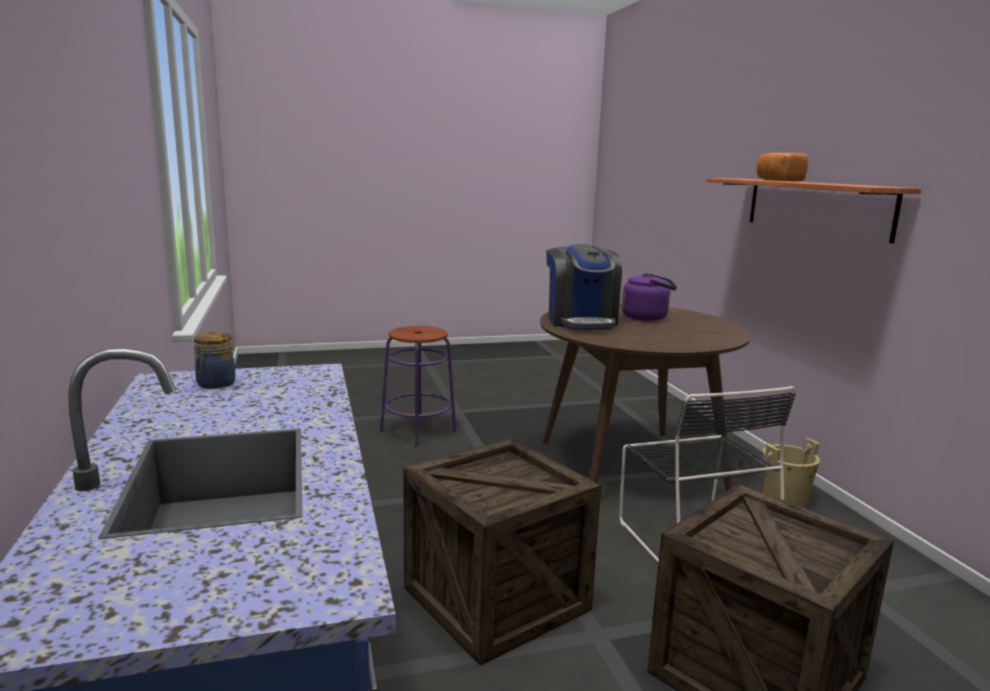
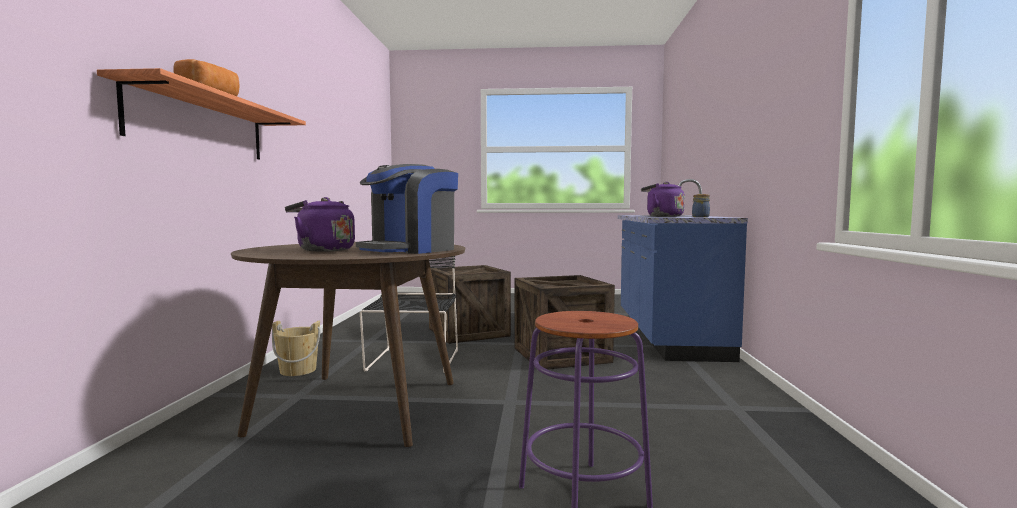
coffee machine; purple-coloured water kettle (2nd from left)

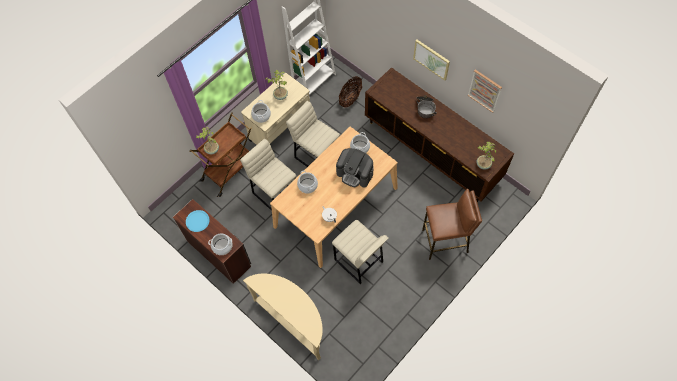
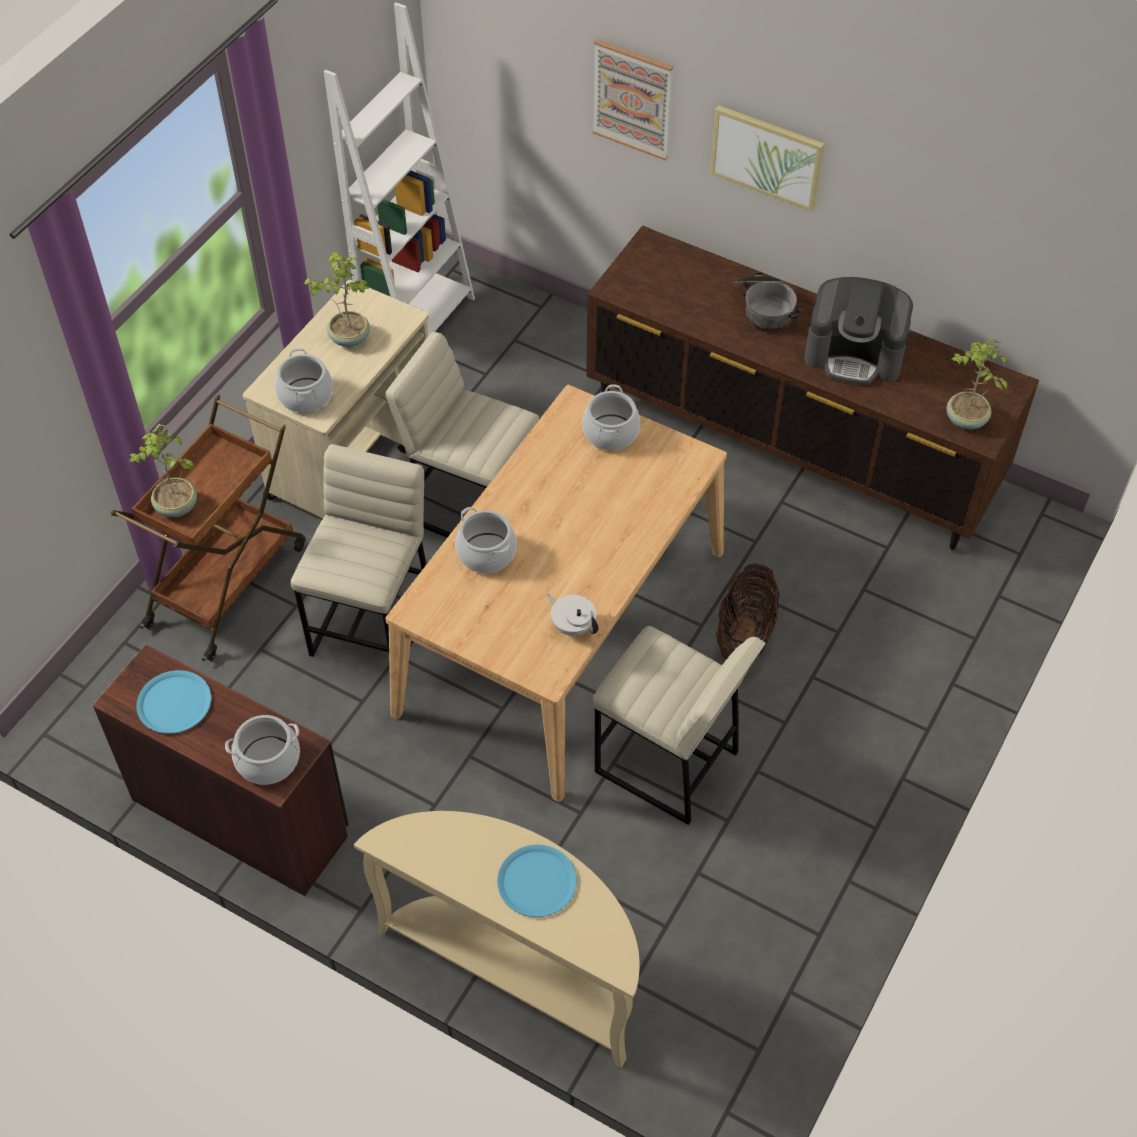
beige-coloured chair (1st from left); coffee machine; storage basket; brownish stool; wall picture (1st from left); bluish dinner plate (2nd from left)

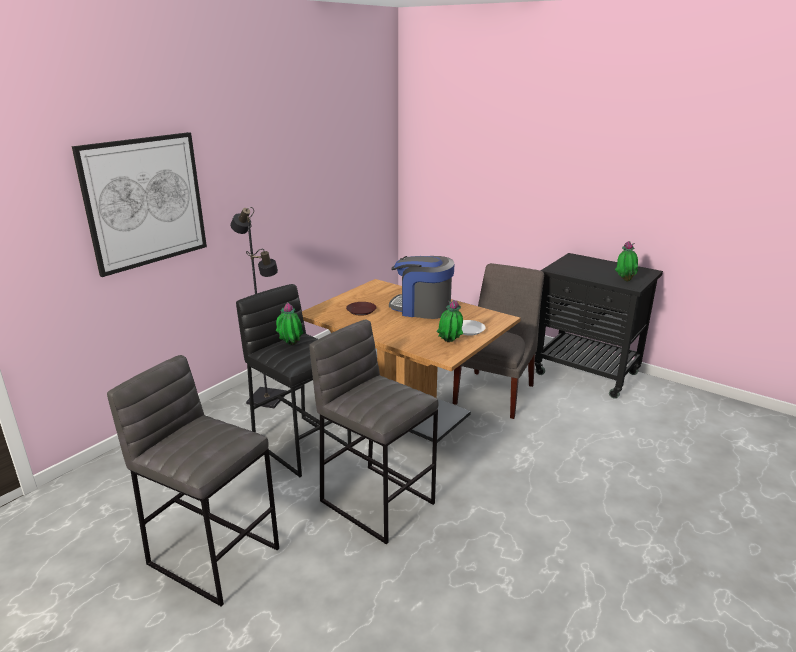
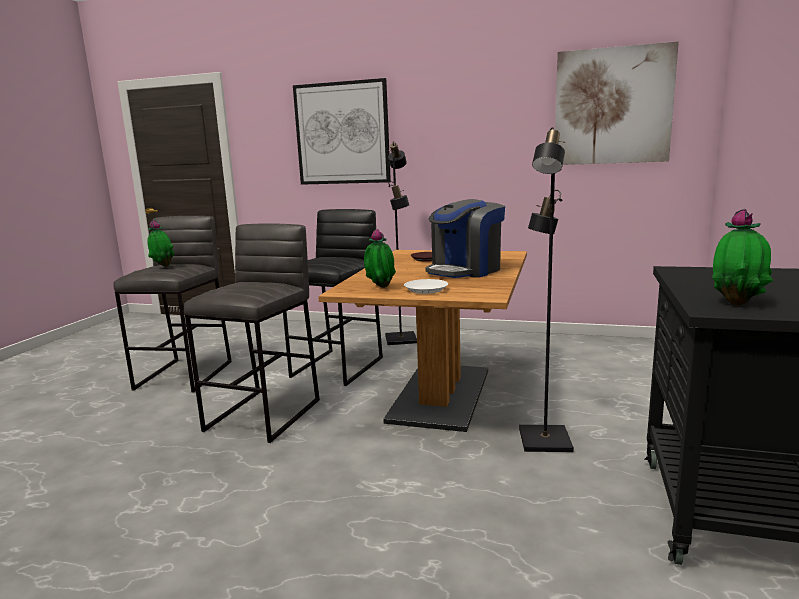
plant in a pot (1st from left); coffee machine; blackish floor lamp (2nd from left); wall picture (2nd from left)

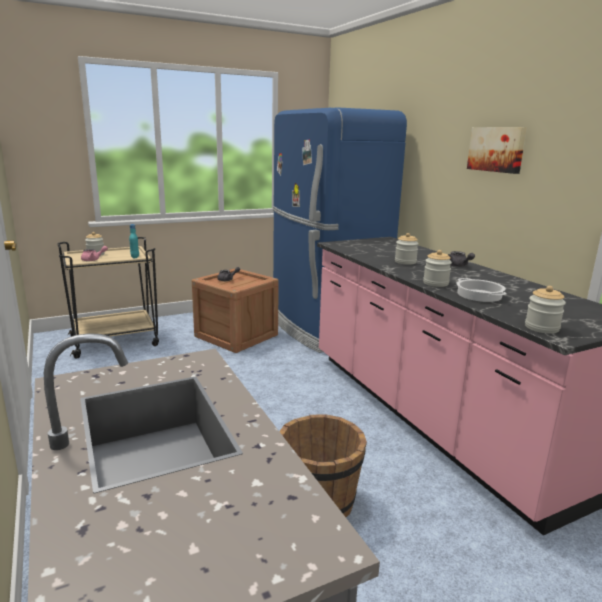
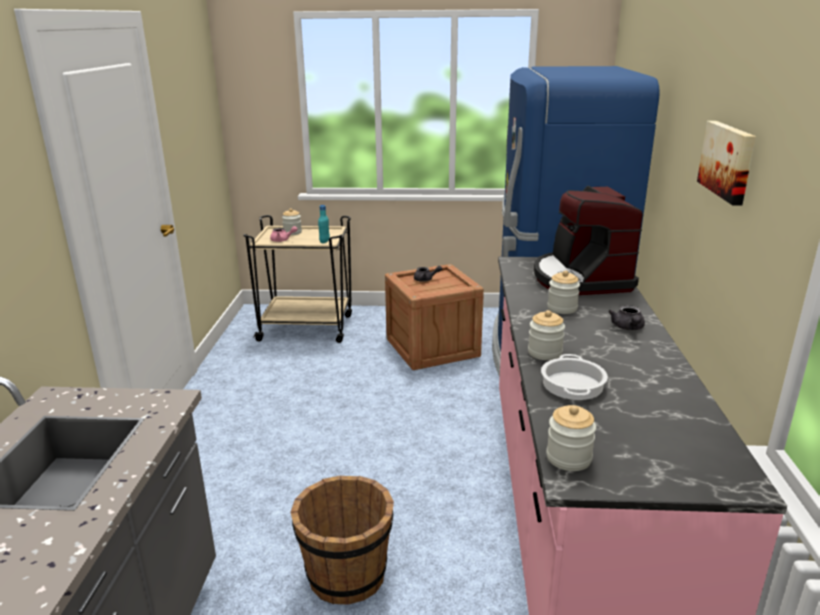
coffee machine

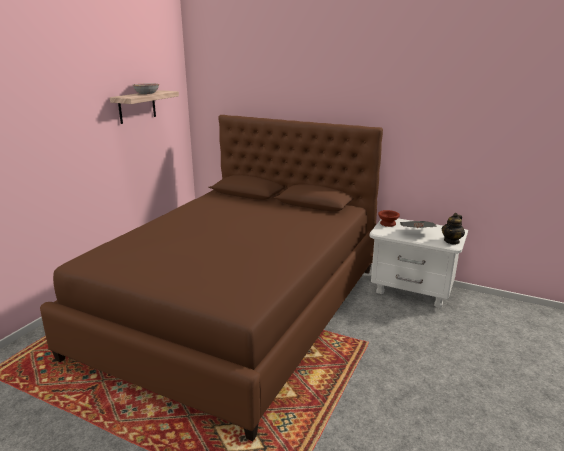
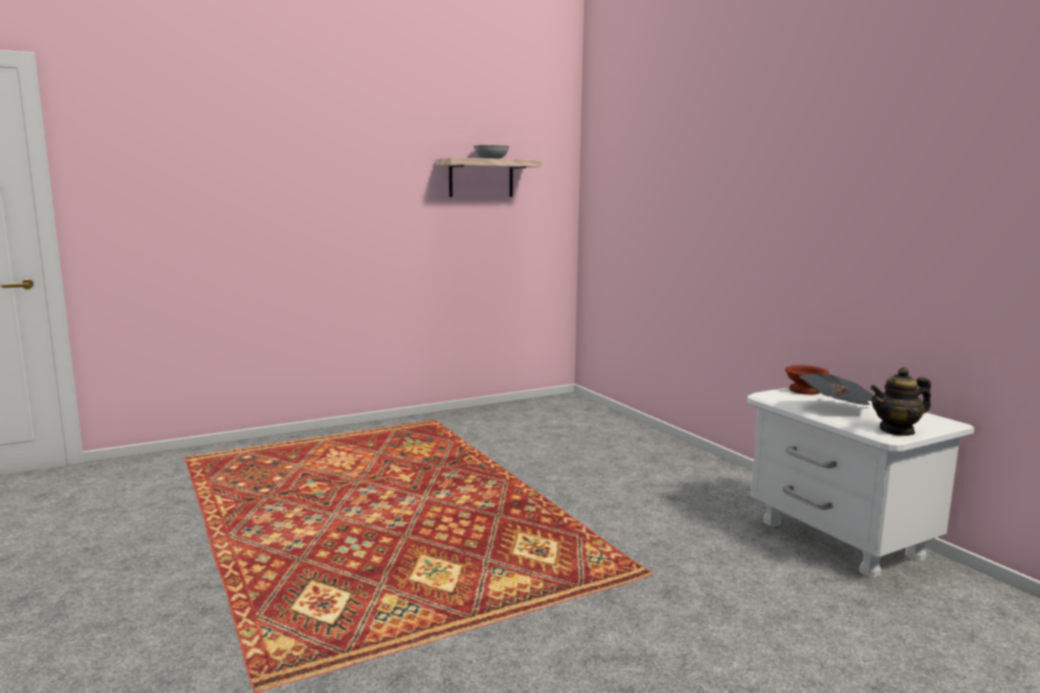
brownish bedroom bed

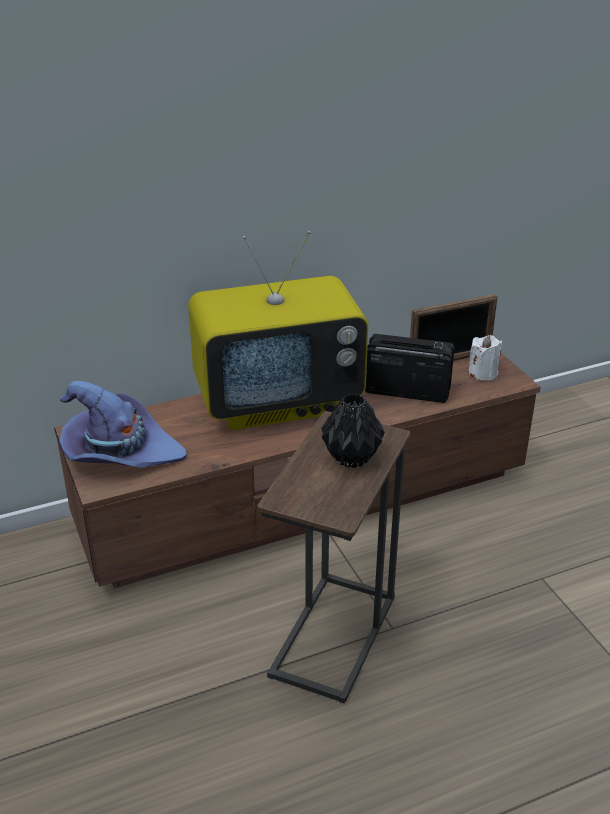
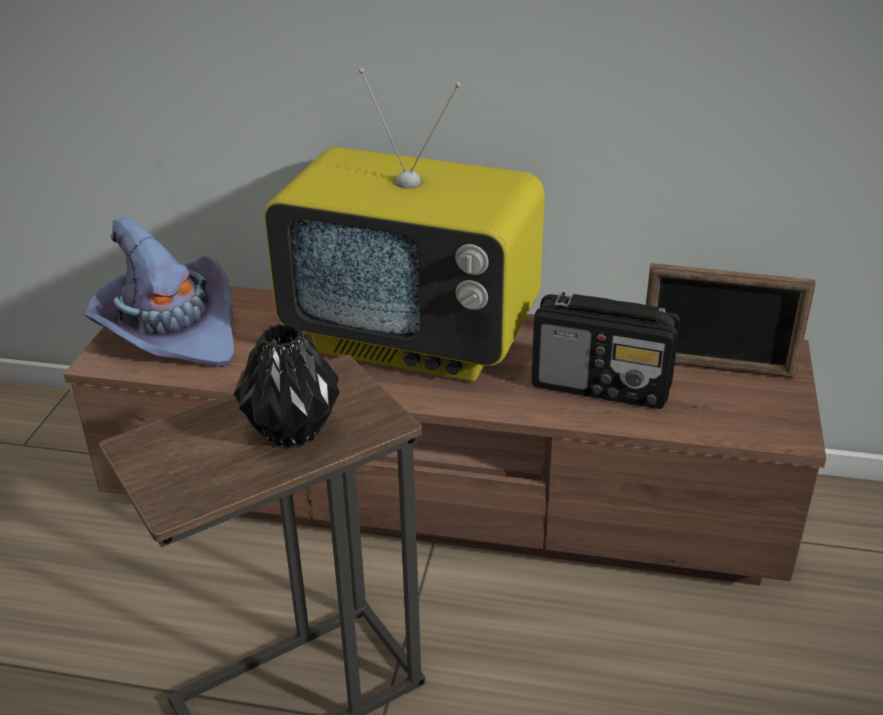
radio receiver; white-coloured wax candle

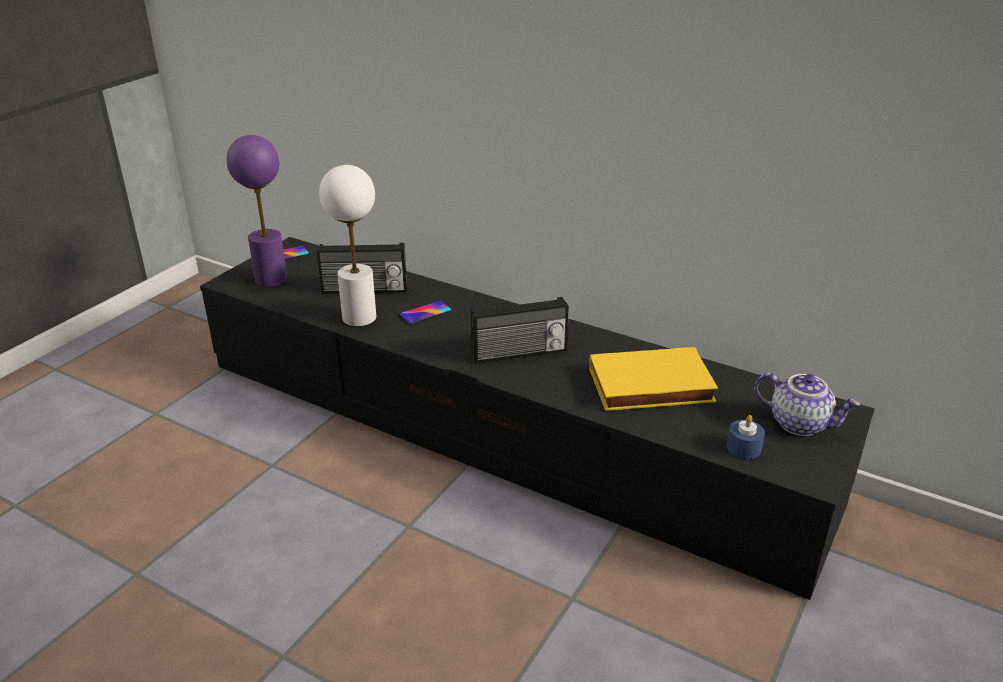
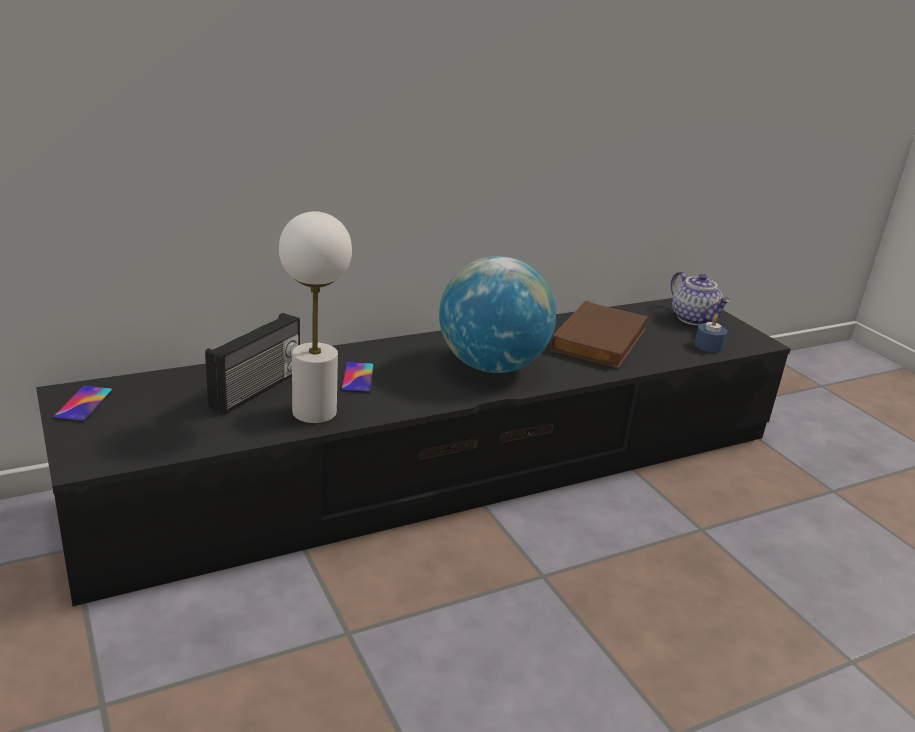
purple-coloured lamp for a table; world globe; brownish volume; pot for tea

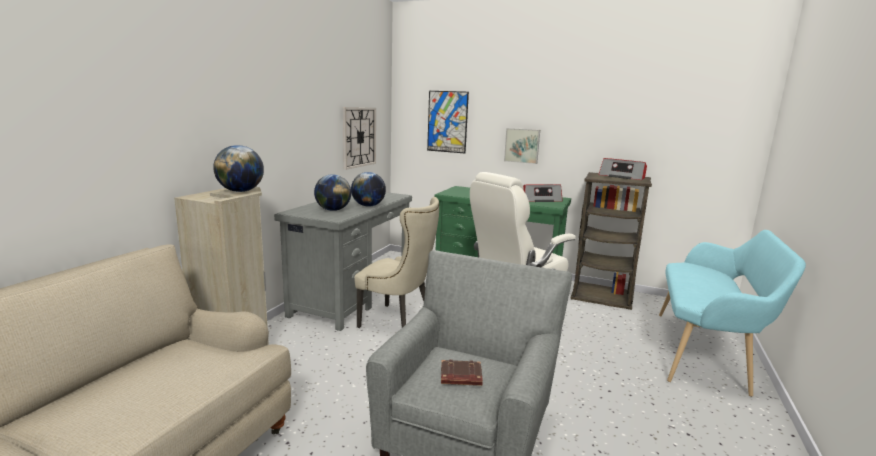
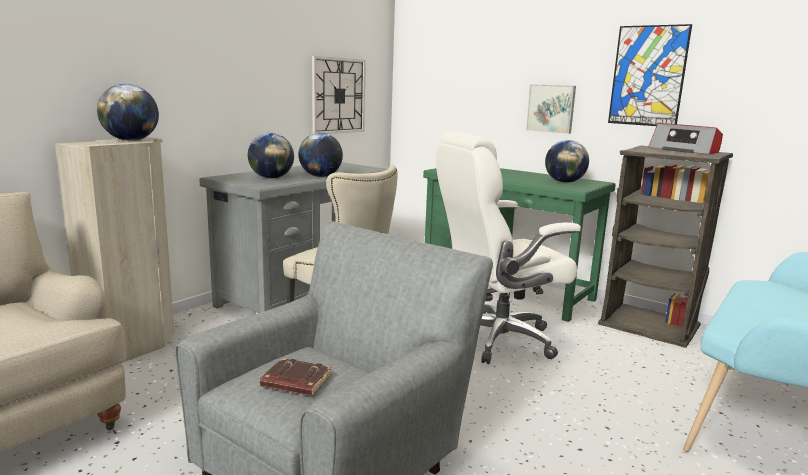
wall picture (2nd from left); world globe (4th from left)

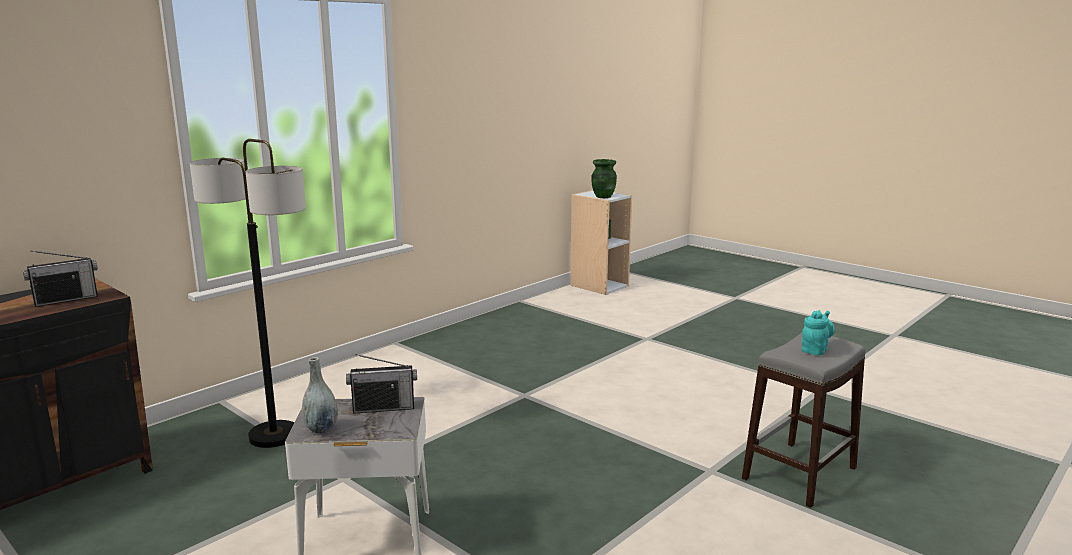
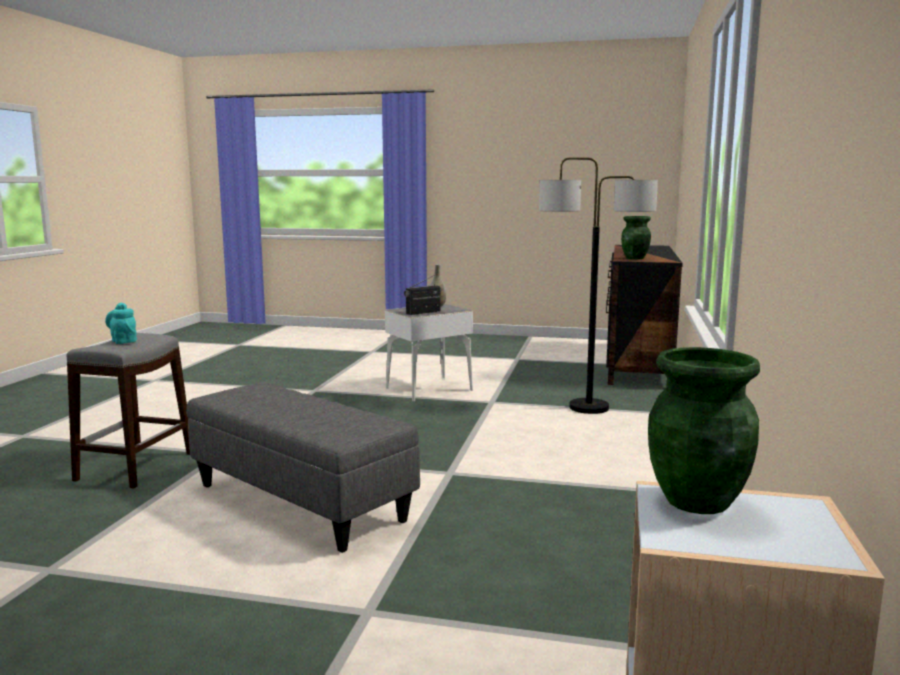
green-coloured decorative vase (1st from left); blue-green pot for tea; gray pouffe

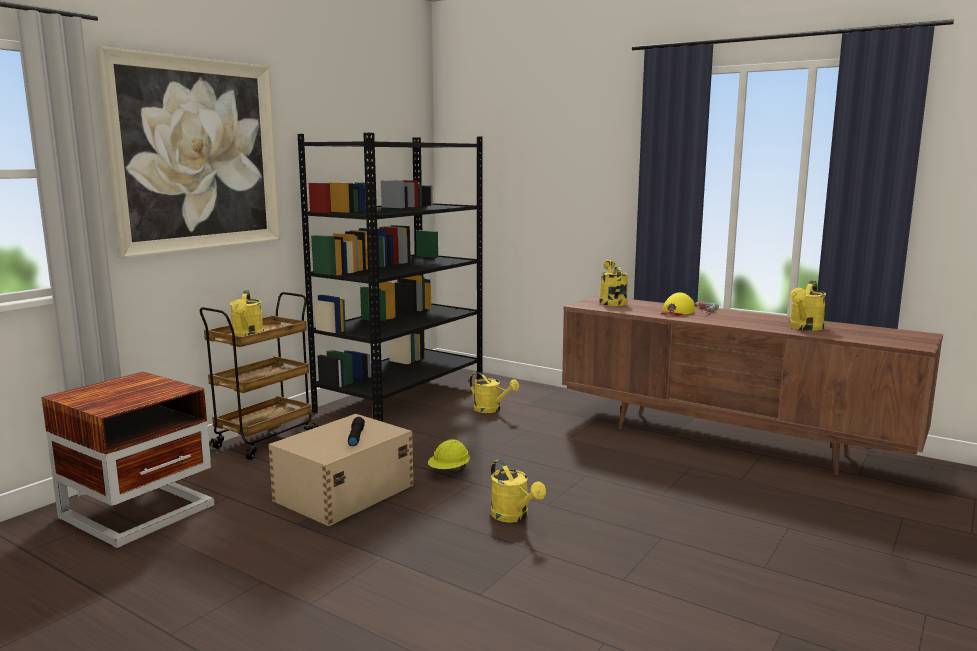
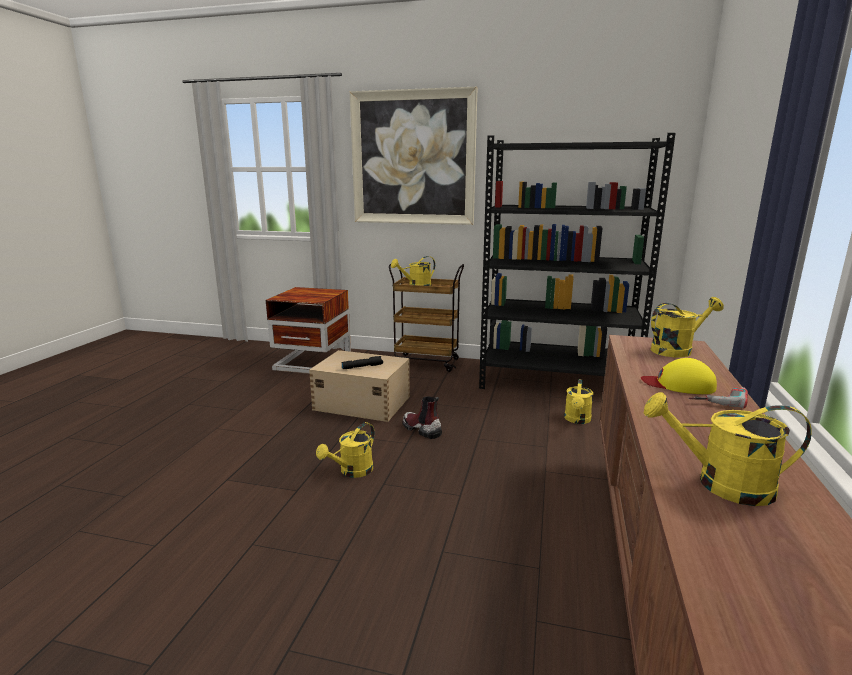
tall boot

